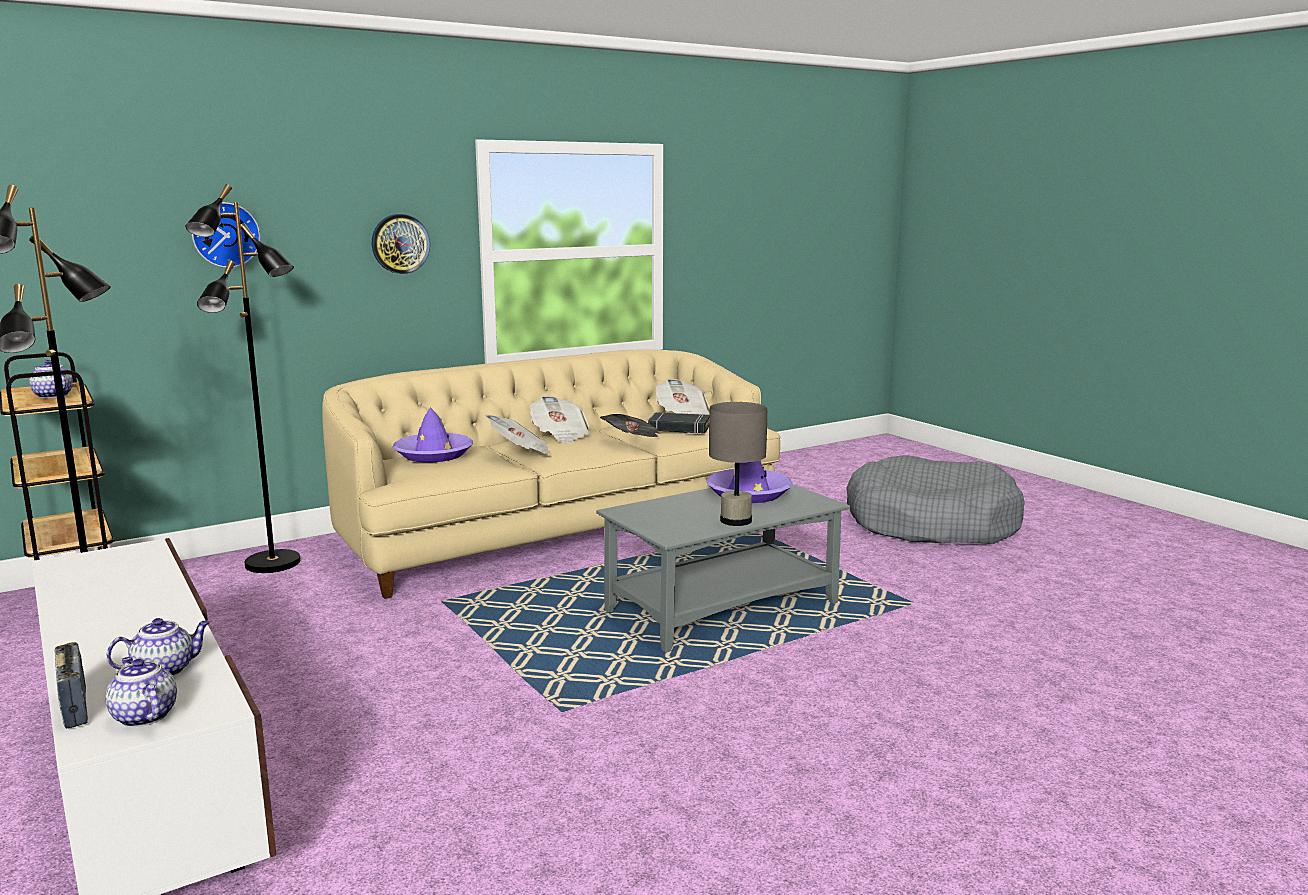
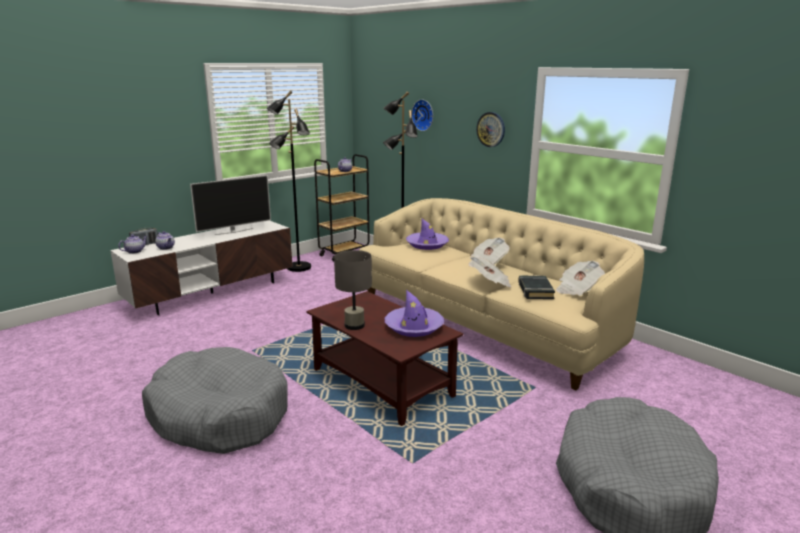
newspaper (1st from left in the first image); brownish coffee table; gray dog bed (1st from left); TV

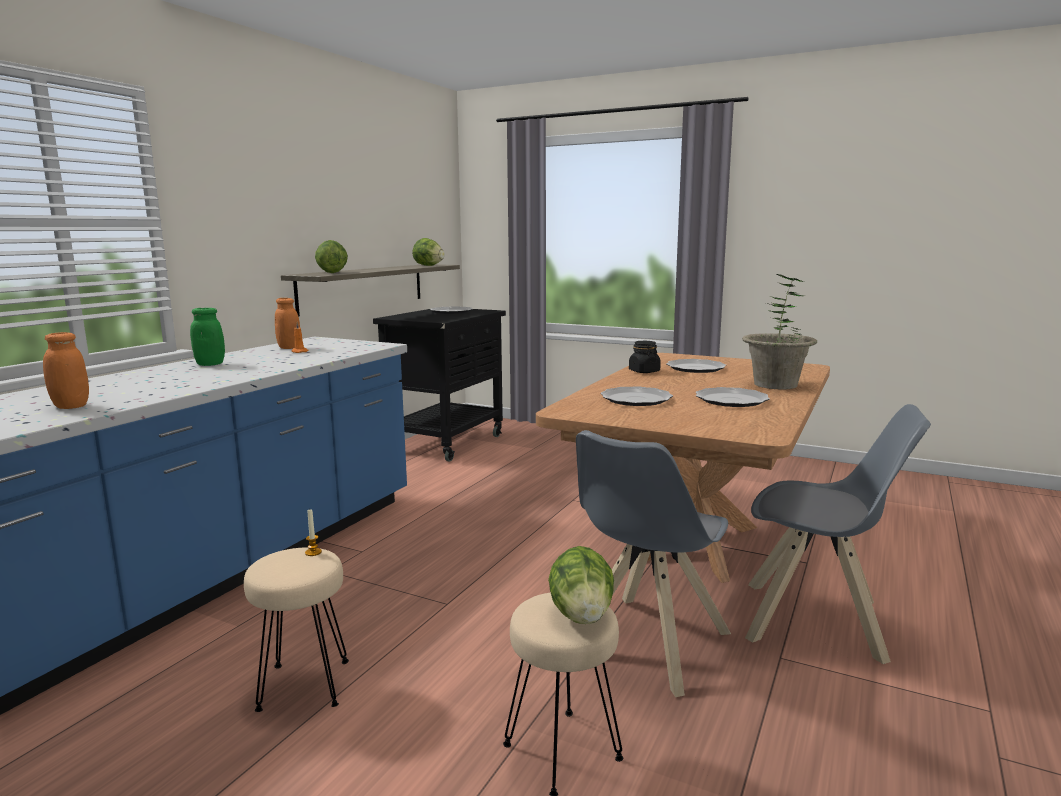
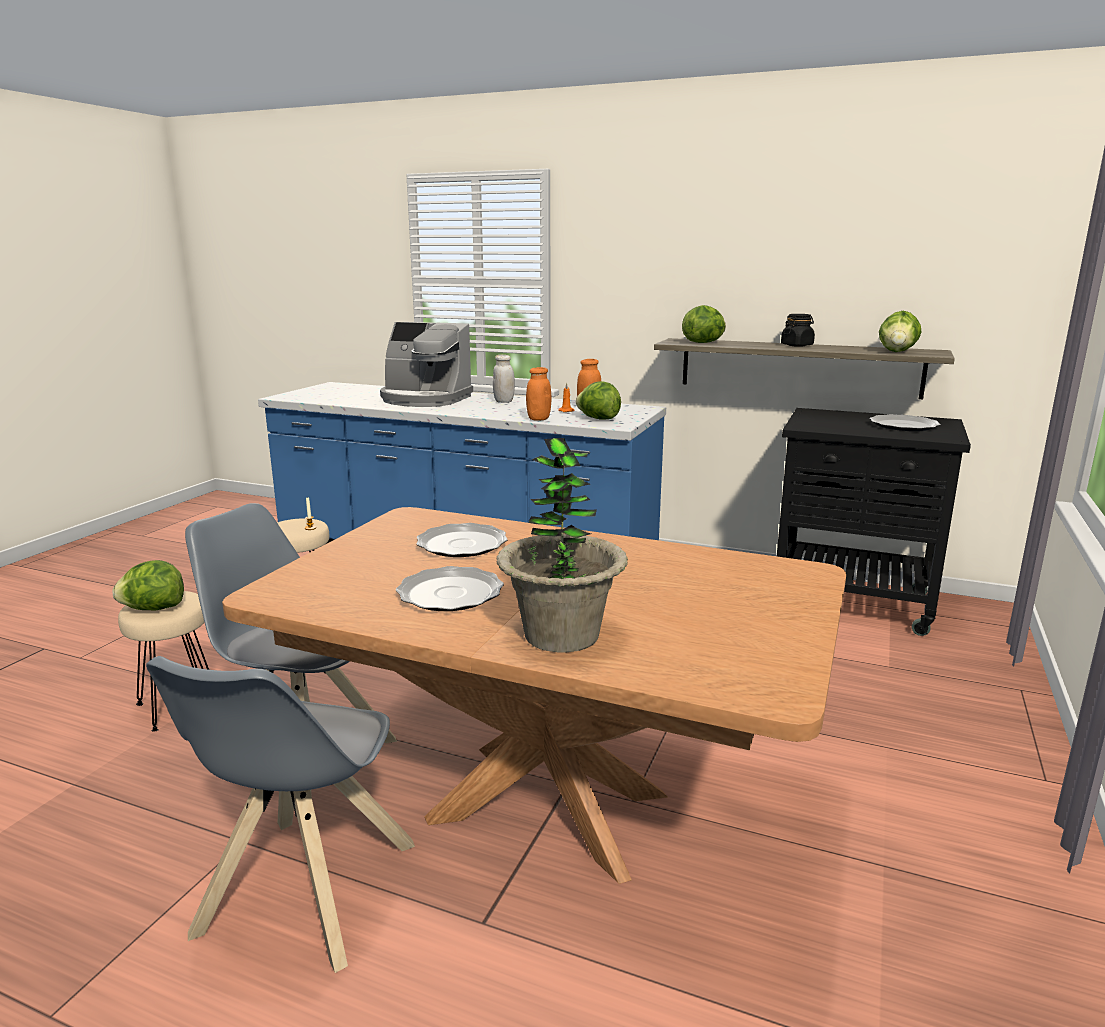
orange-coloured storage jar (1st from left); white-coloured storage jar; blackish storage jar; dinner plate (3rd from left in the first image); coffee machine; lettuce head (2nd from left)

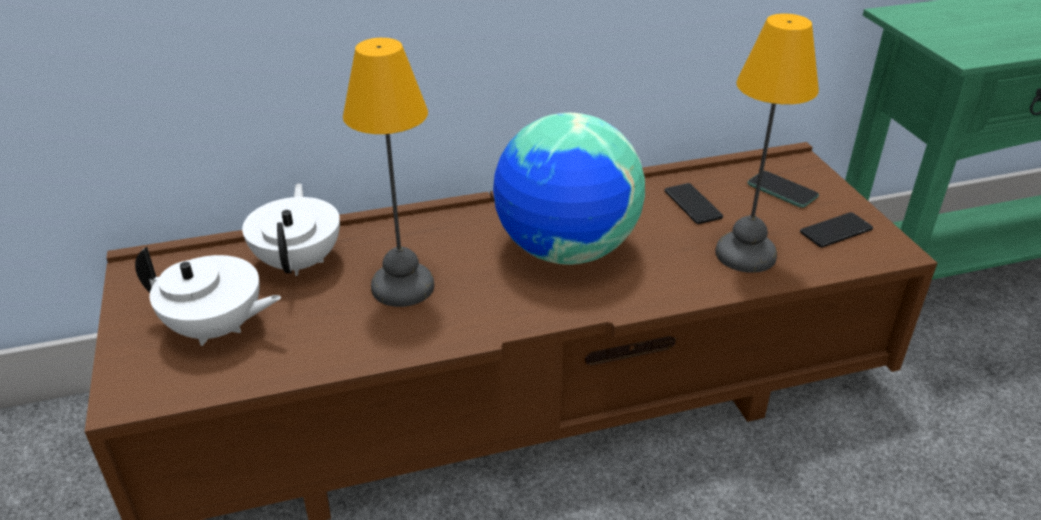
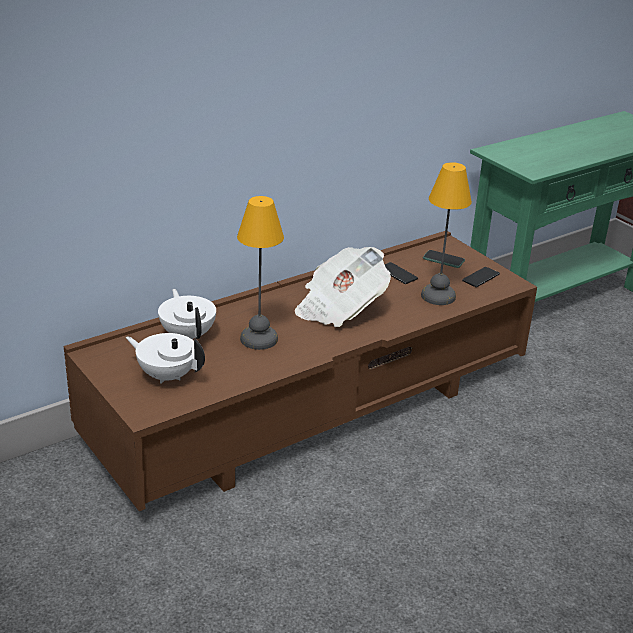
white-coloured pot for tea (1st from left); newspaper

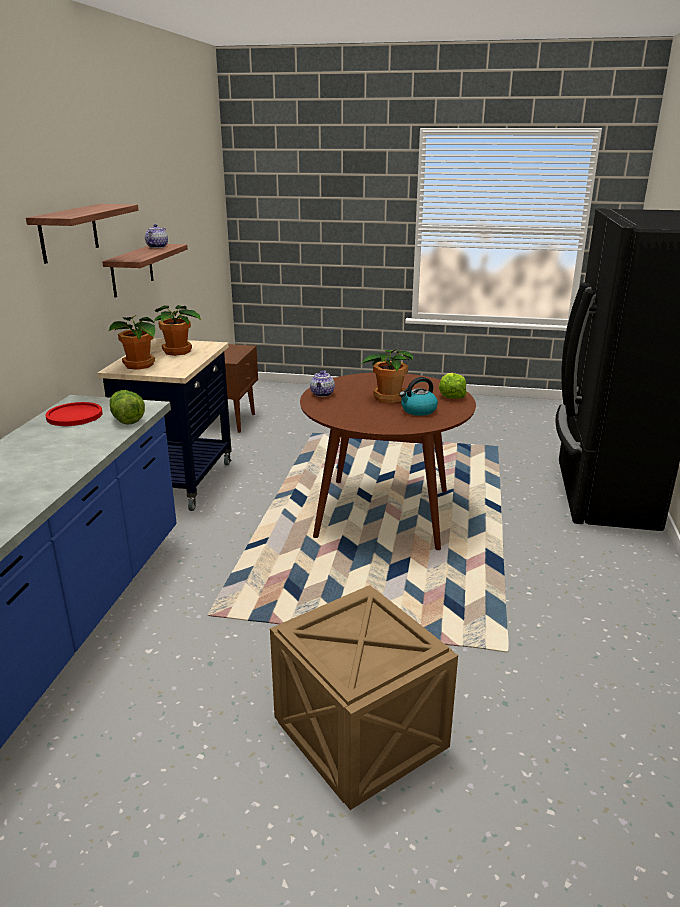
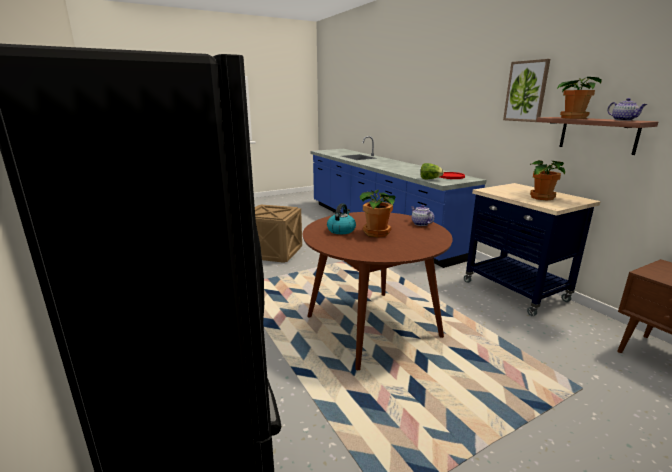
wall picture; plant in a pot (3rd from left); lettuce head (2nd from left in the first image)

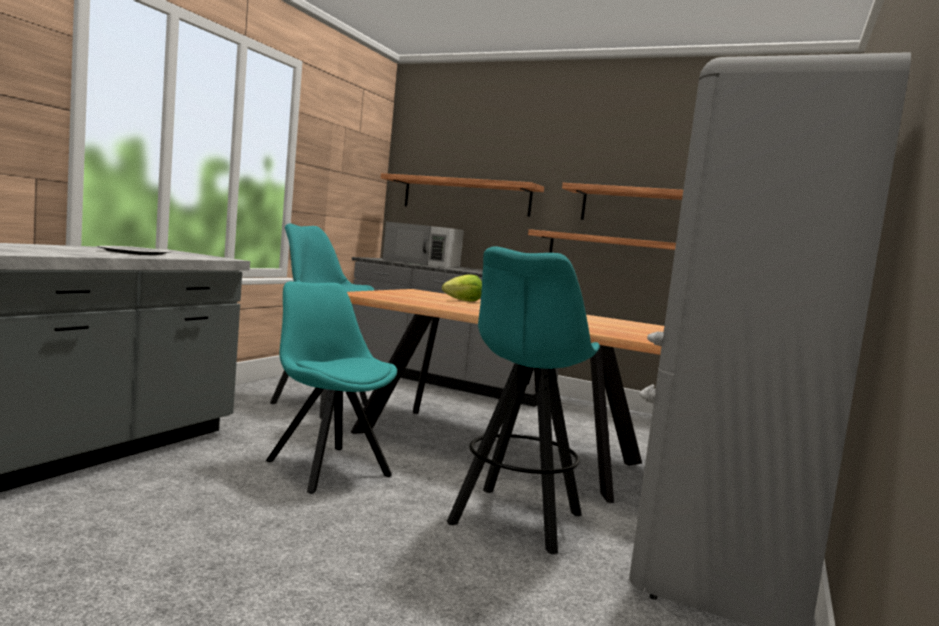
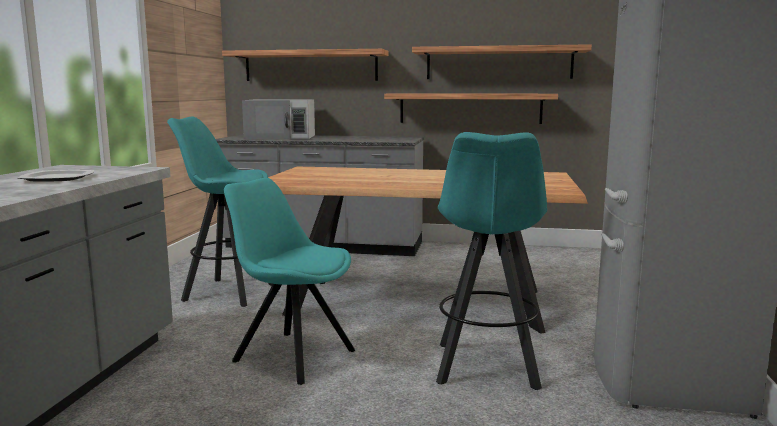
lettuce head

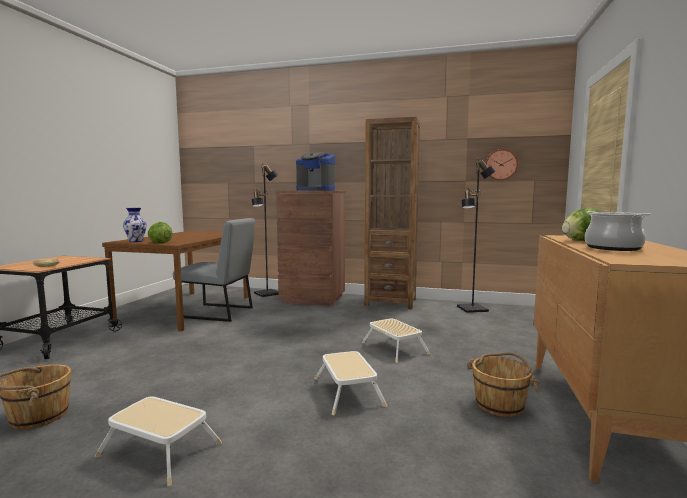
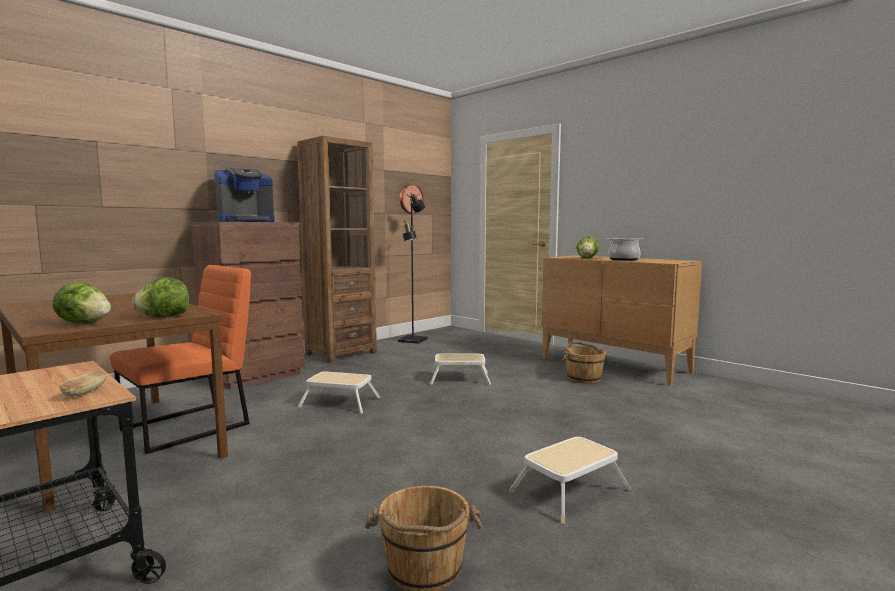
lettuce head (1st from left); orange-coloured chair; blackish floor lamp (1st from left in the first image); beige-coloured stepladder (1st from left)

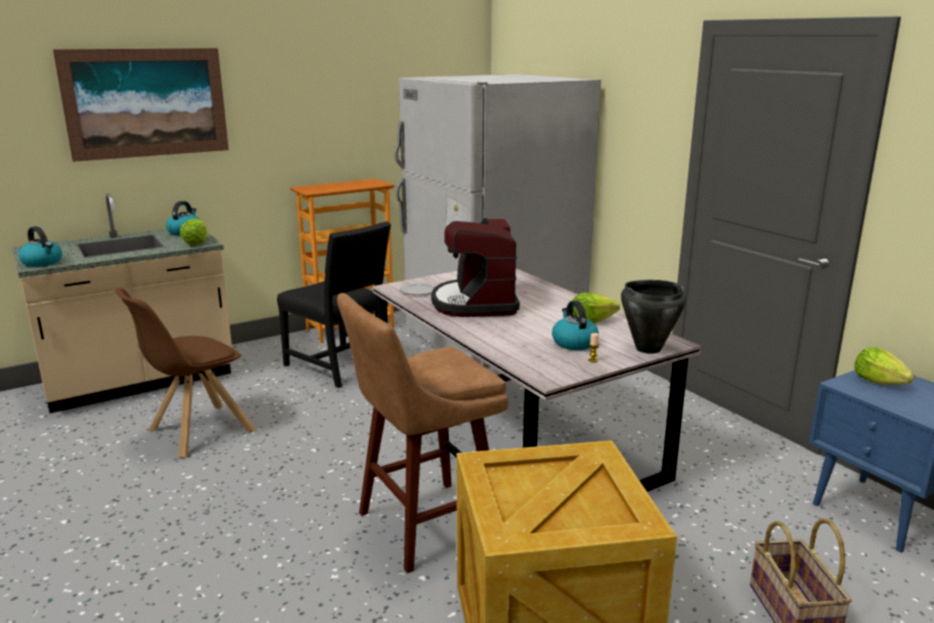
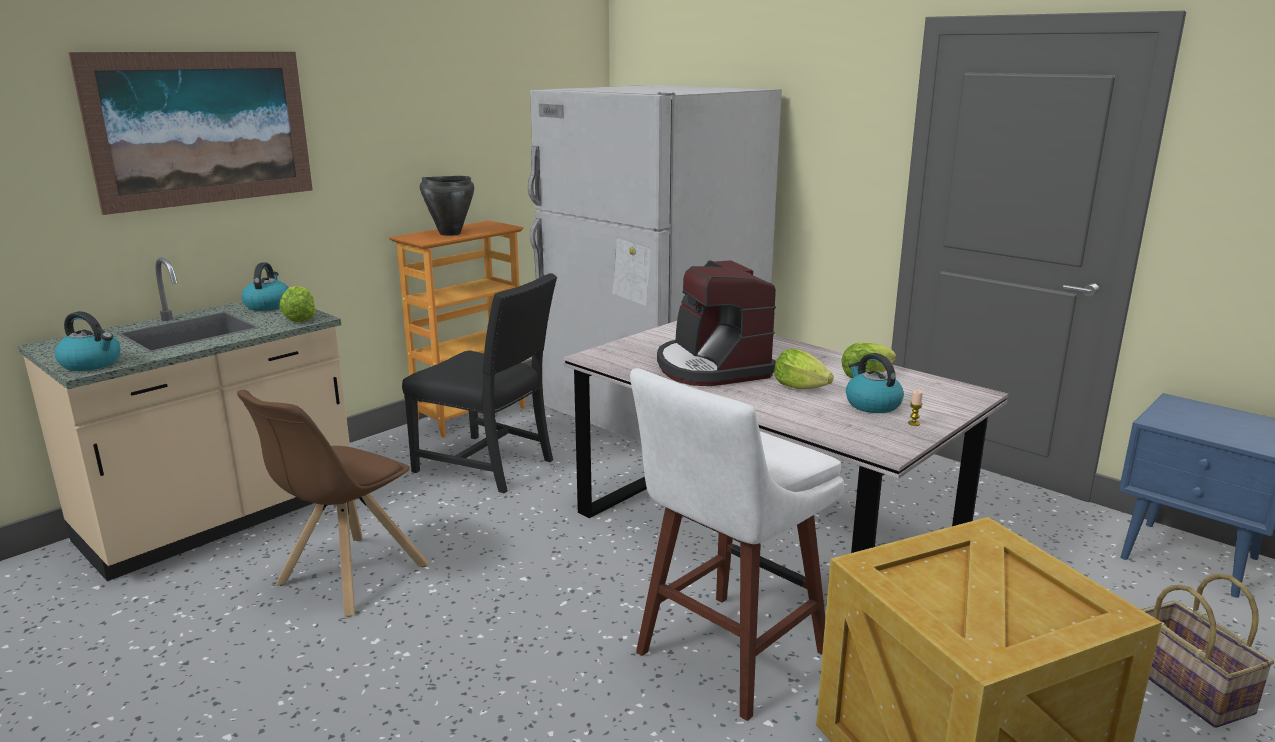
white-coloured stool; dinner plate; blackish saucepot; lettuce head (2nd from left)

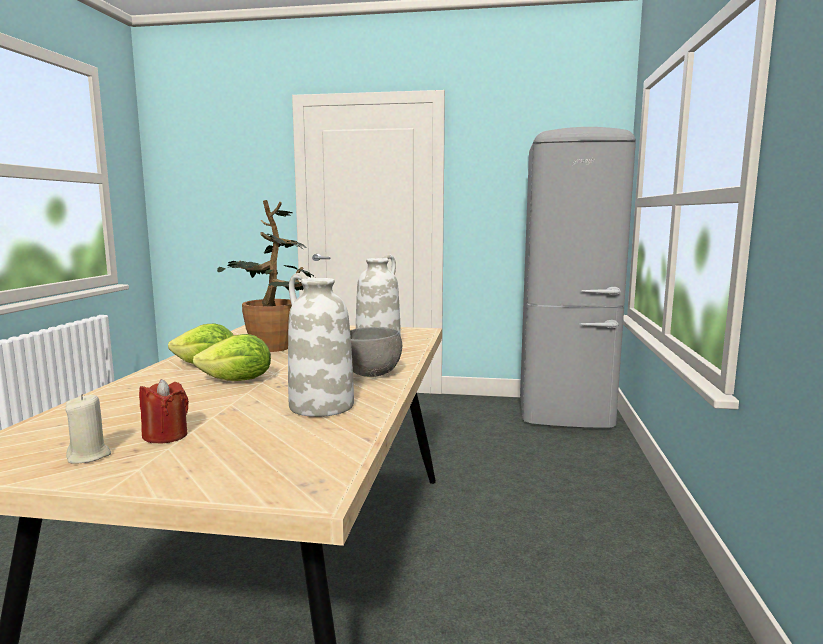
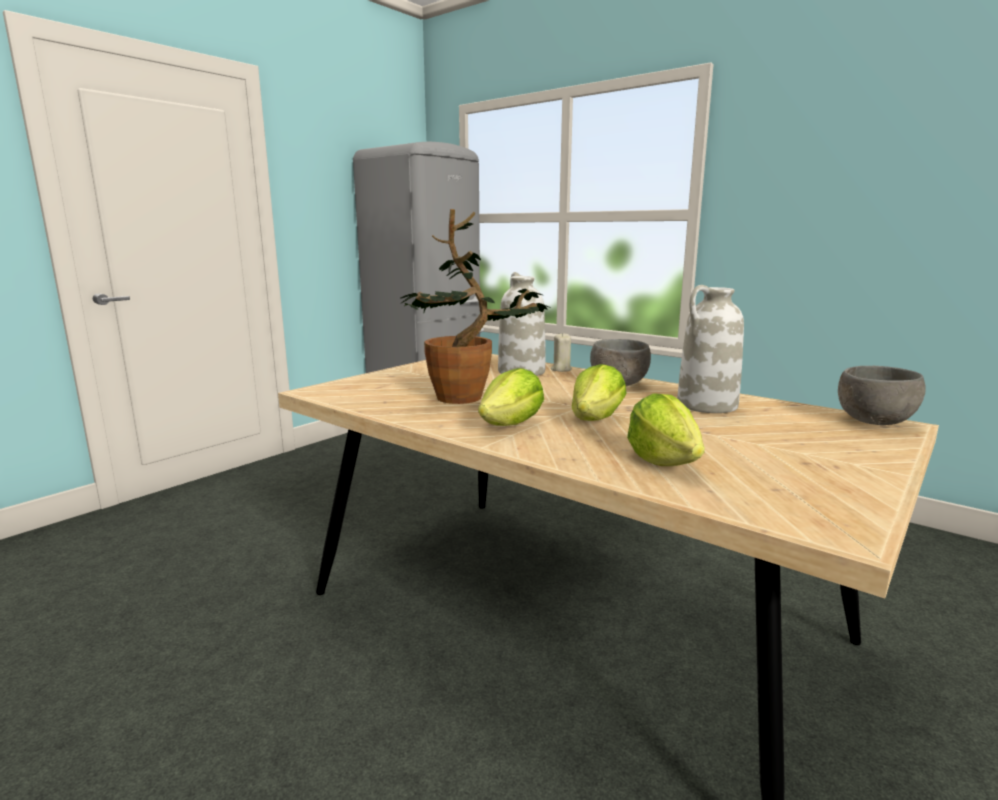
beige-coloured wax candle; red wax candle; lettuce head (3rd from left); gray bowl (2nd from left)

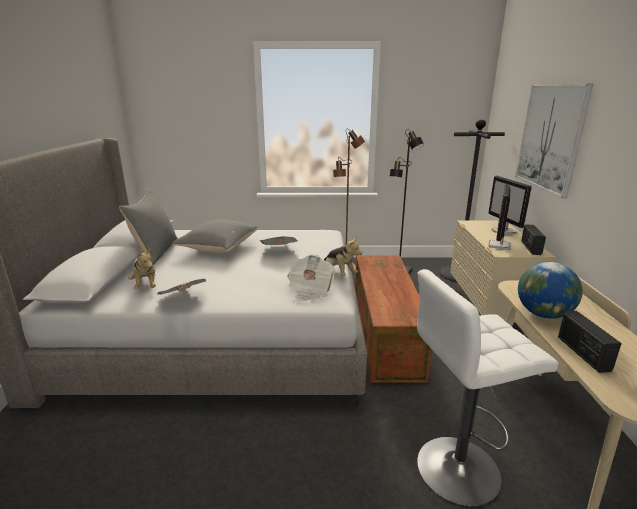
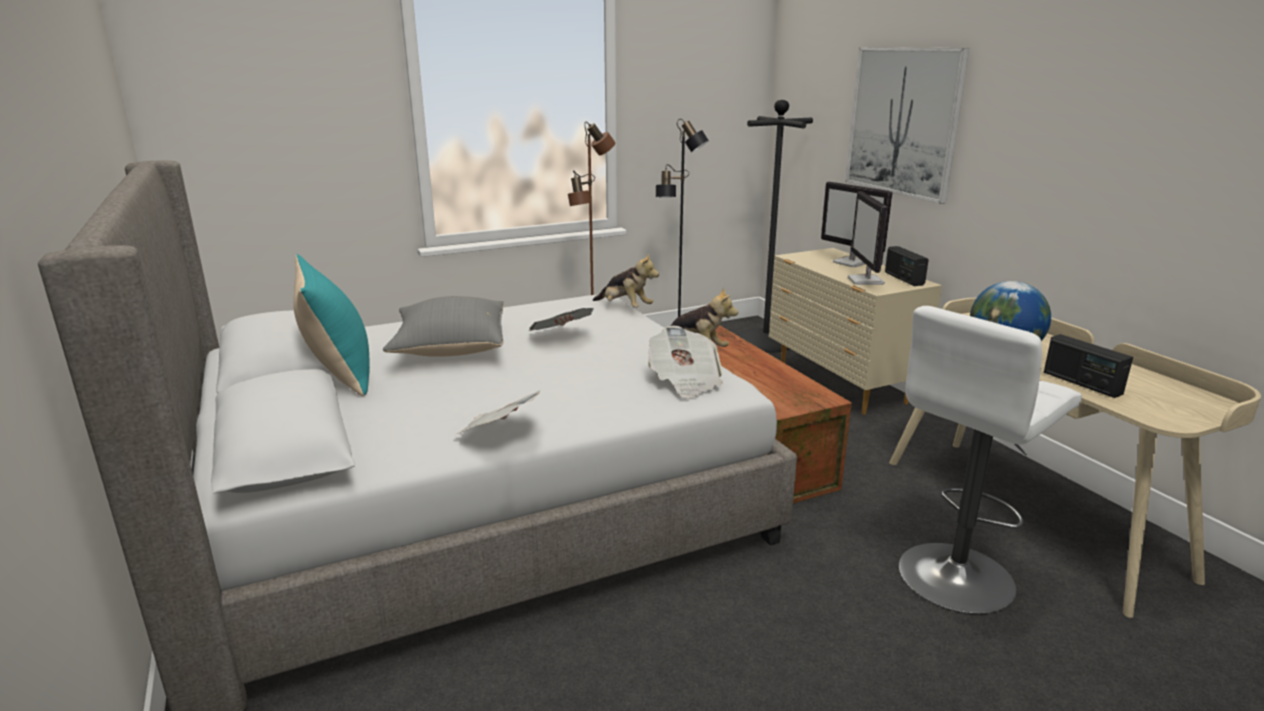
blue-green pillow; soft toy (1st from left)

